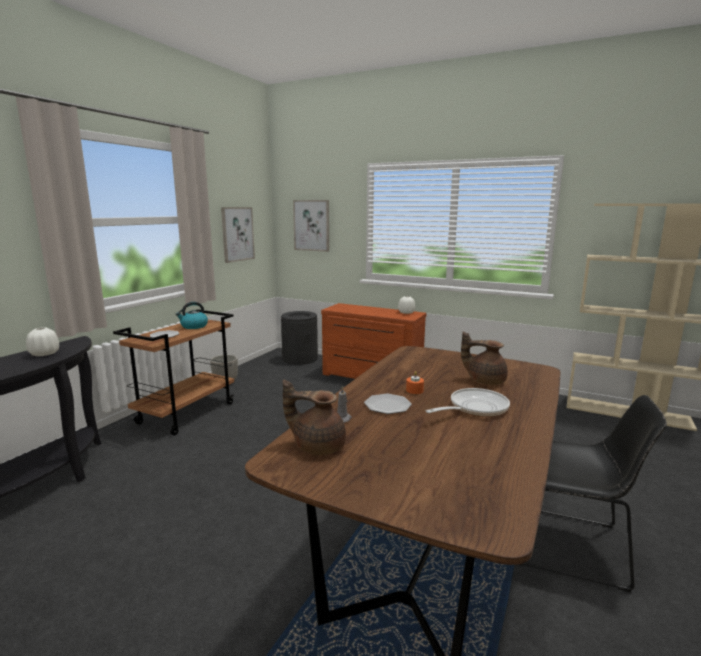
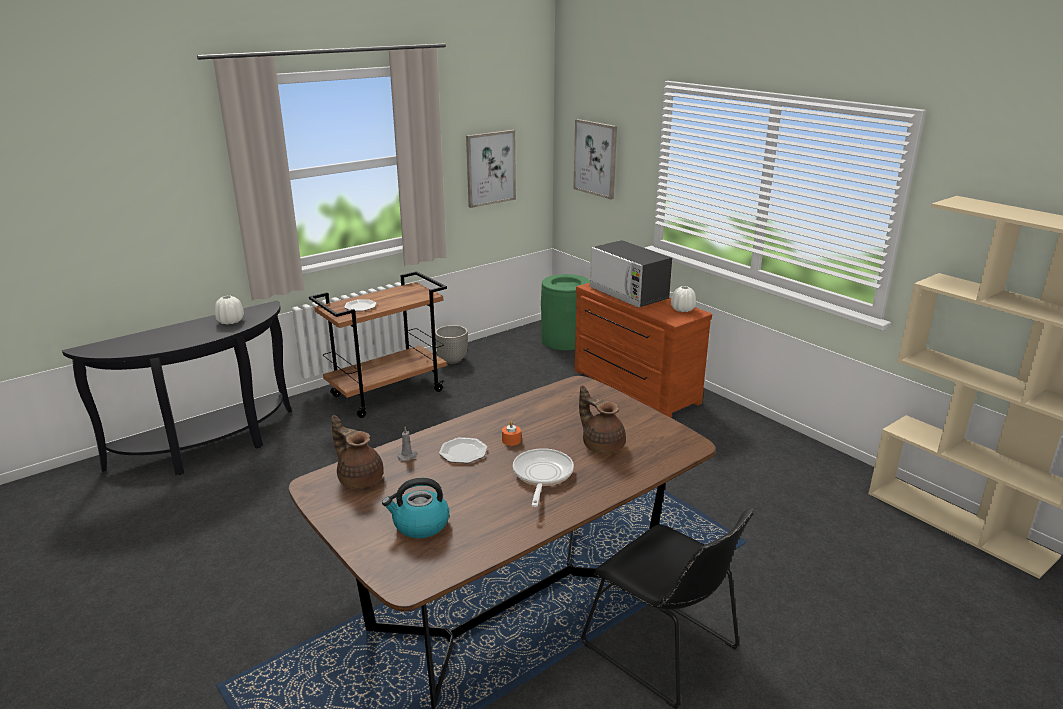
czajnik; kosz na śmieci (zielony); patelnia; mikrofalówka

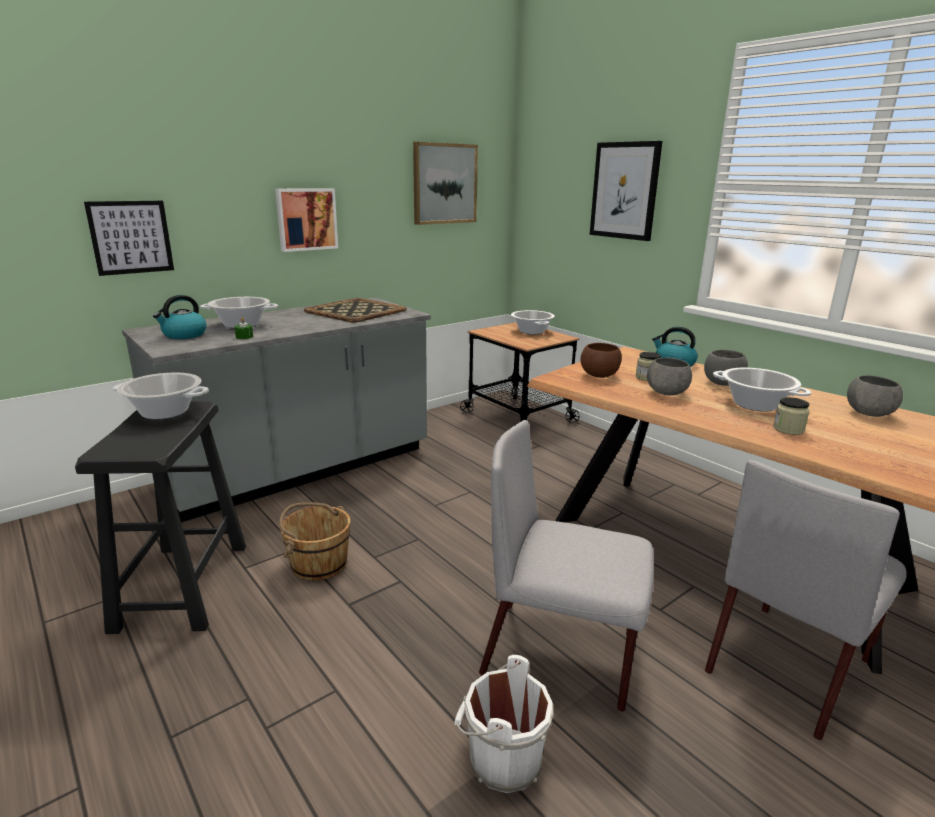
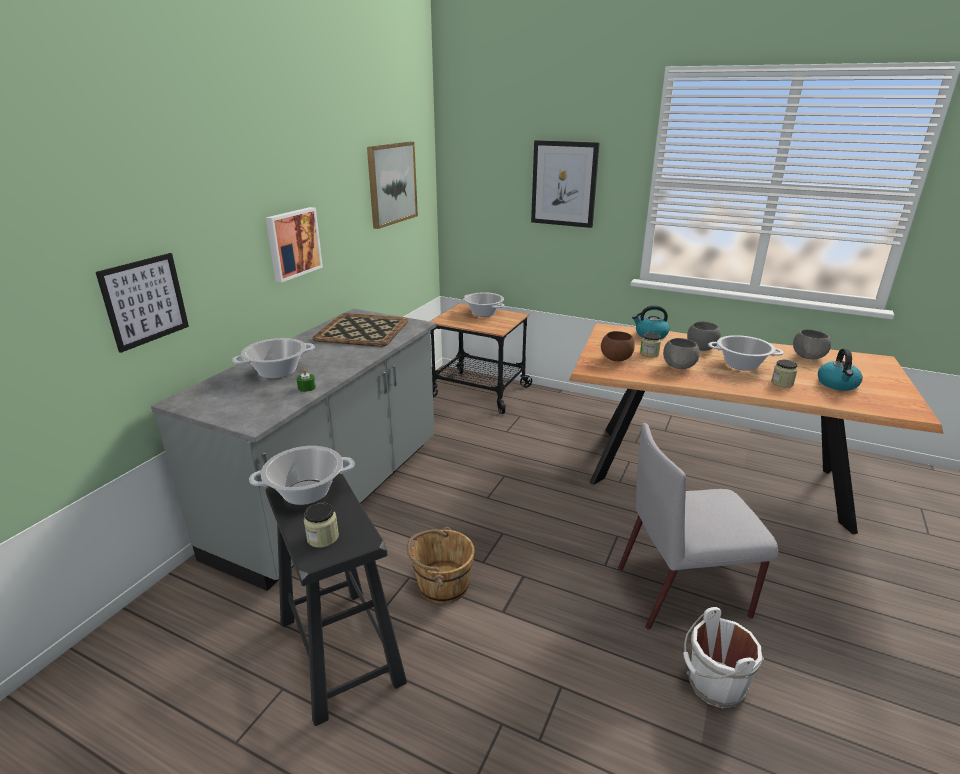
czajnik (2nd from left); krzesło (szary) (2nd from left in the first image); słoik (1st from left)

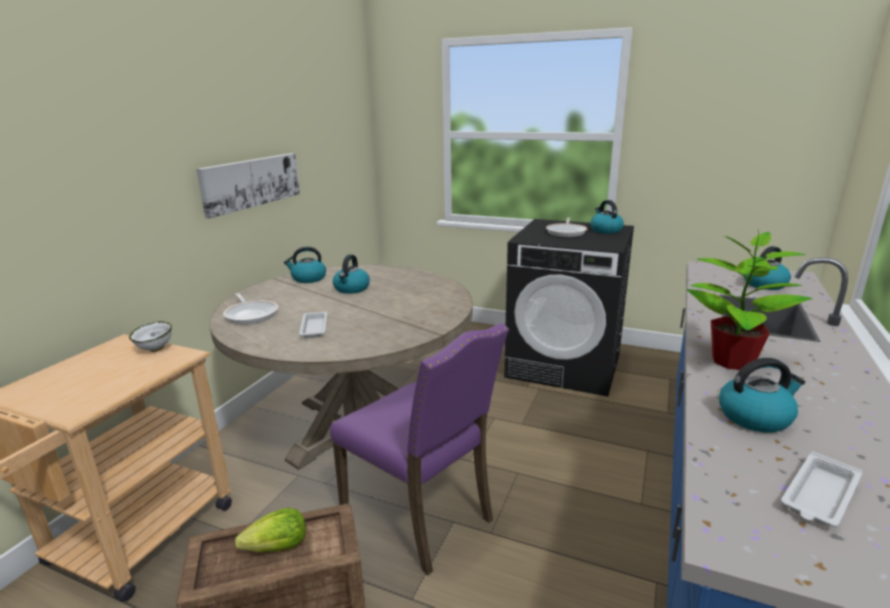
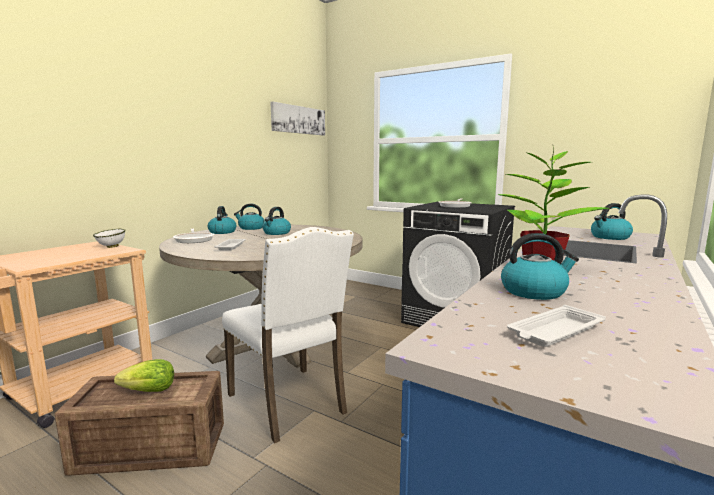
obraz; czajnik (1st from left); krzesło (biały)

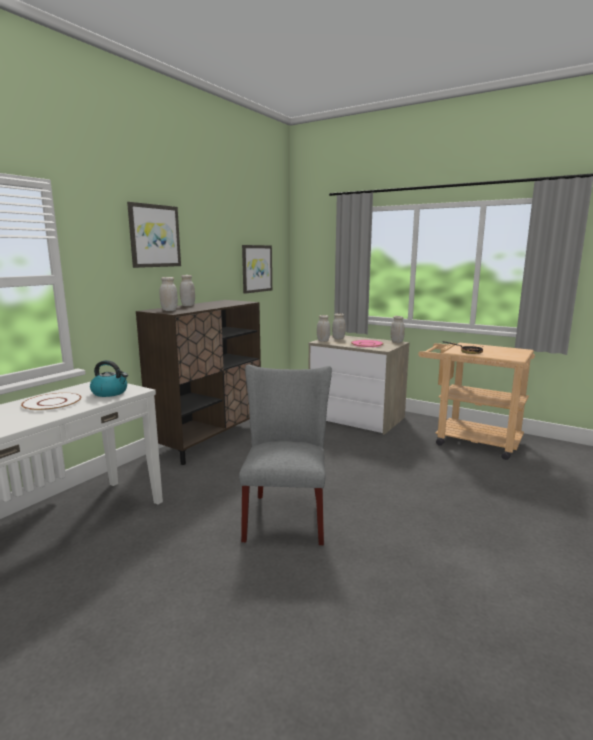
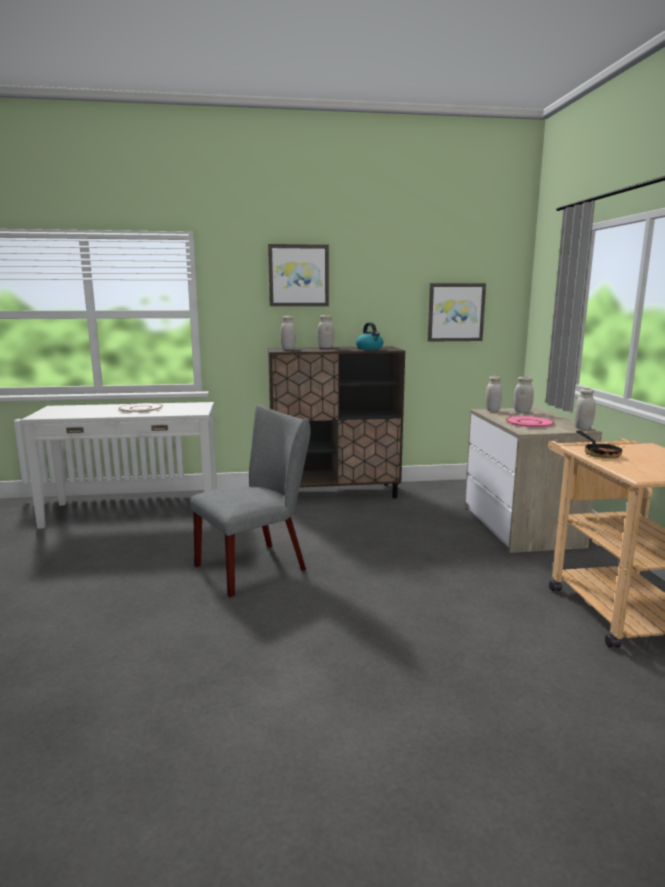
czajnik

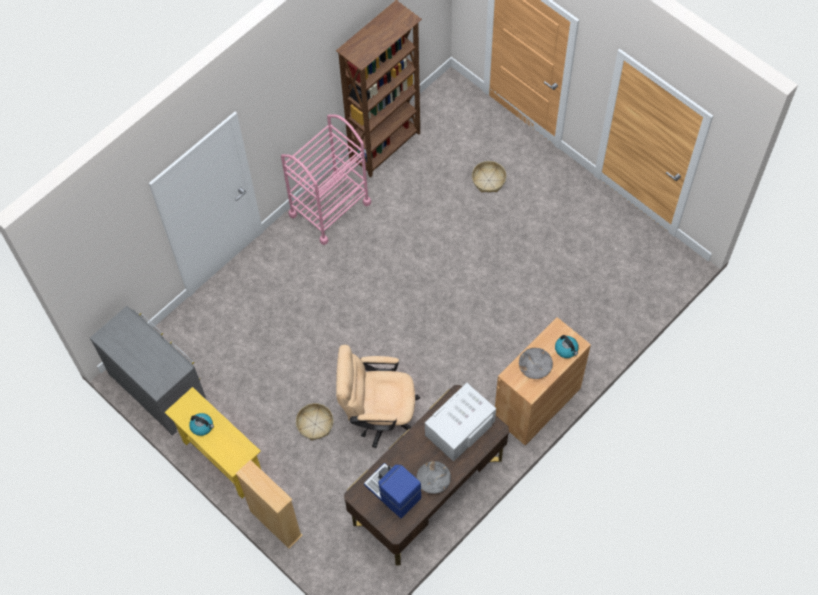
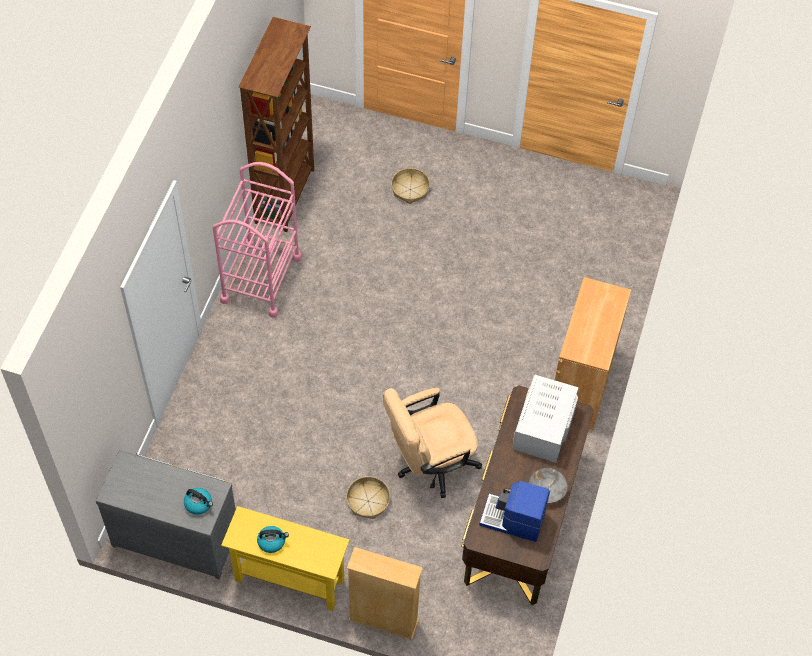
czajnik (1st from left); miska (szary) (2nd from left in the first image)

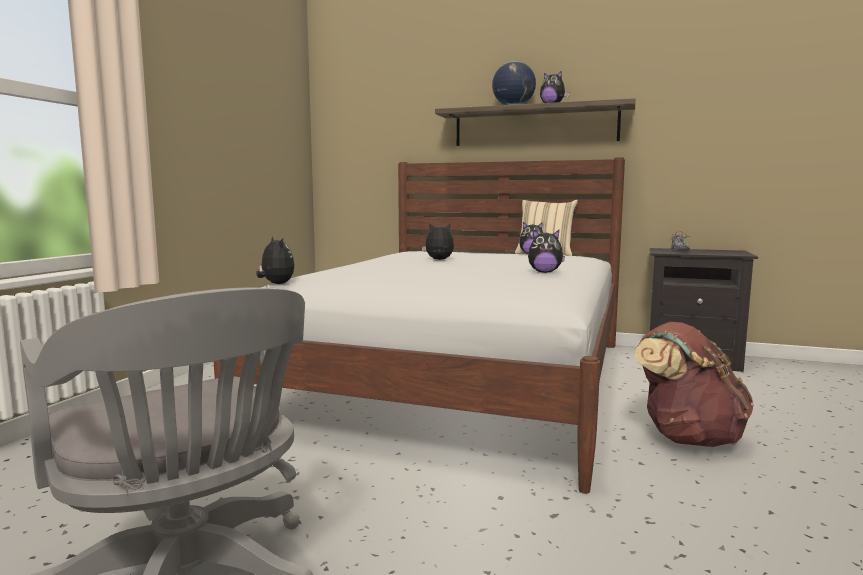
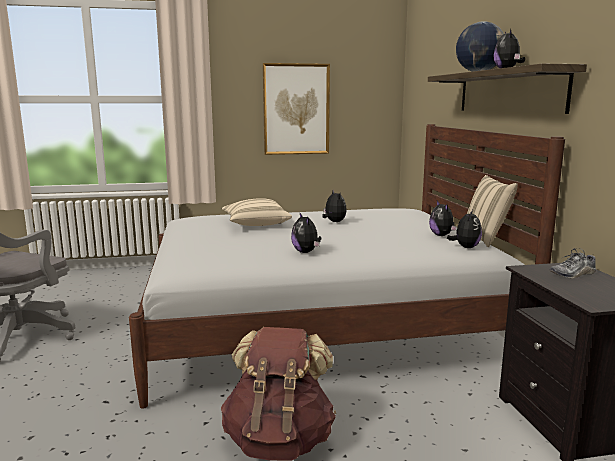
pluszak (4th from left); obraz; poduszka (beżowy) (1st from left)

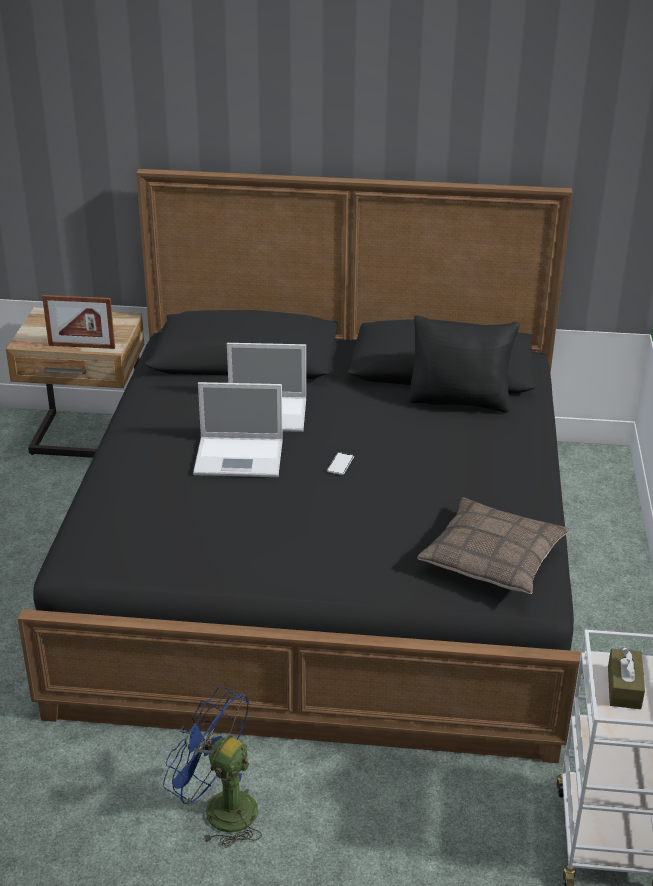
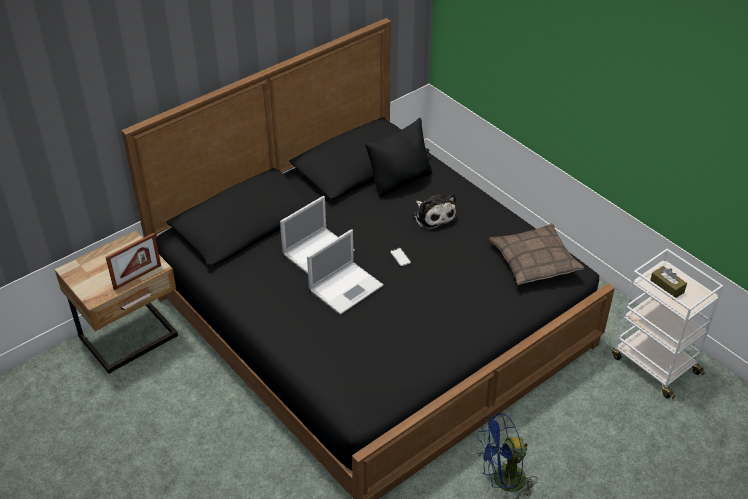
pluszak

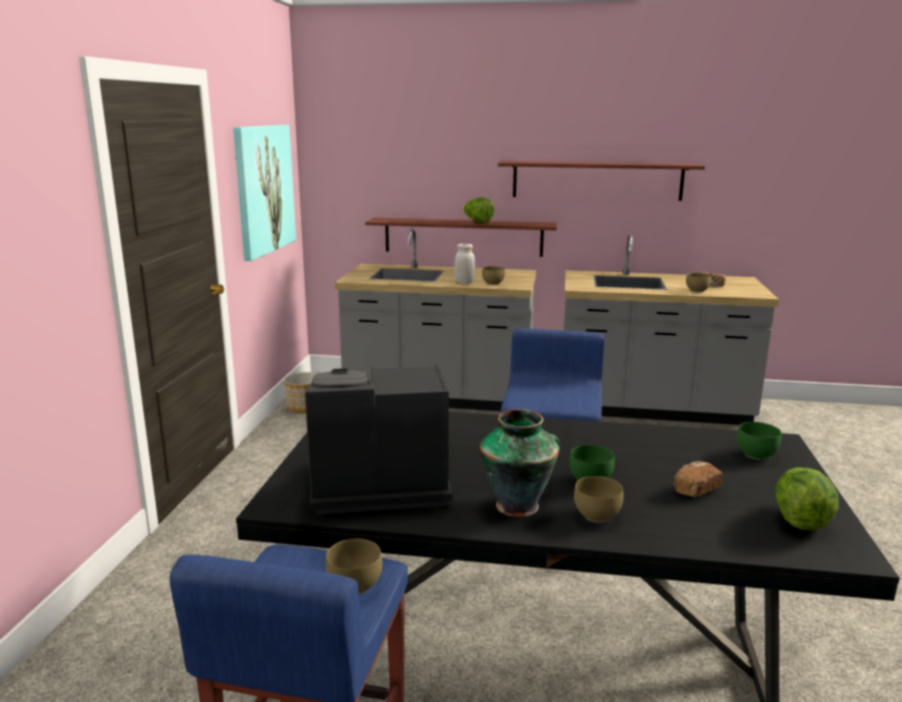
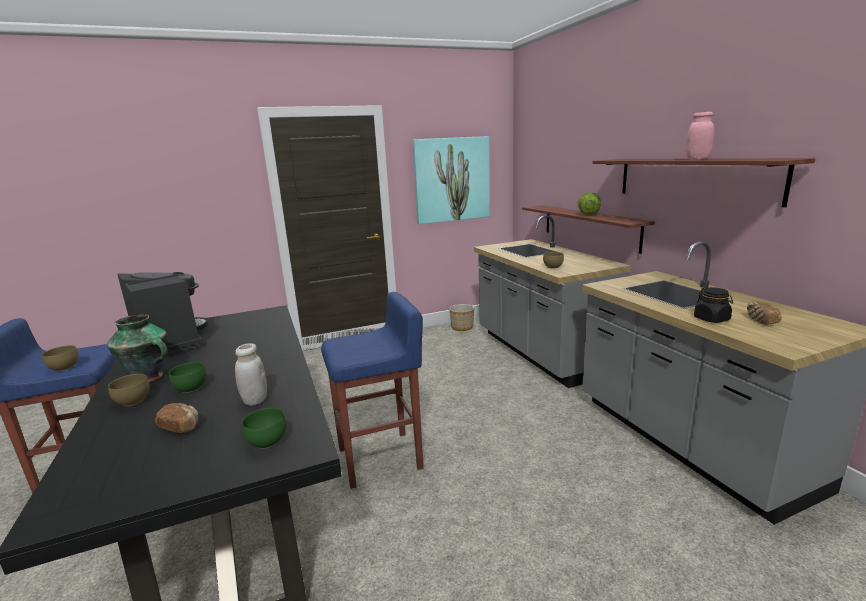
słoik (biały); słoik (czarny); sałata (2nd from left in the first image); słoik (różowy)

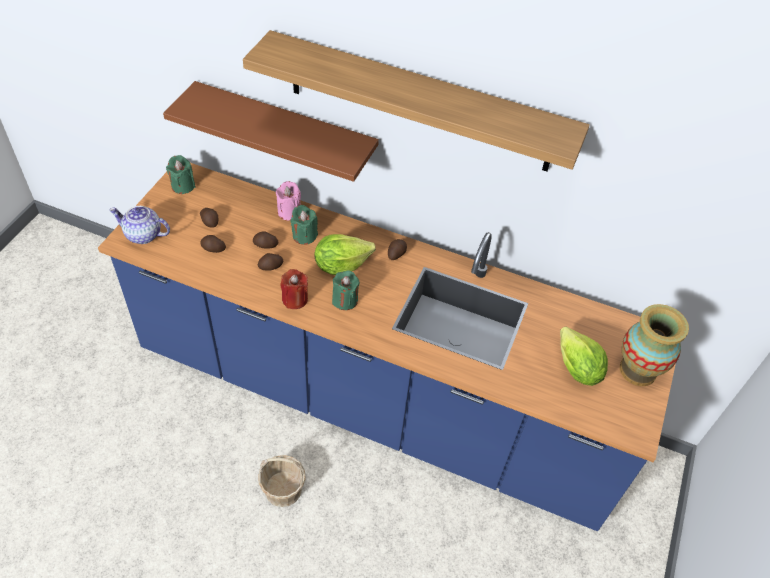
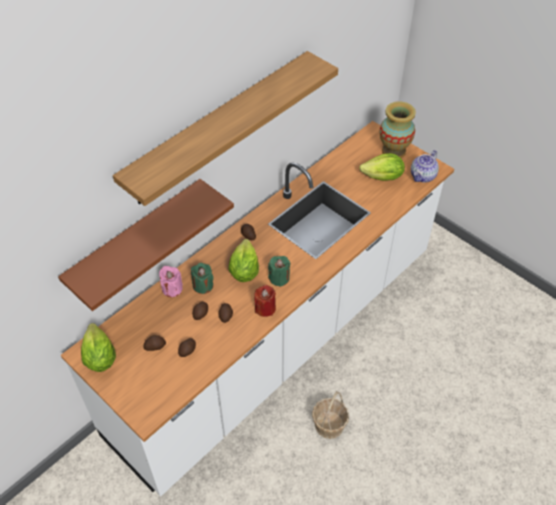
sałata (1st from left); zabudowa kuchenna (biały); imbryk

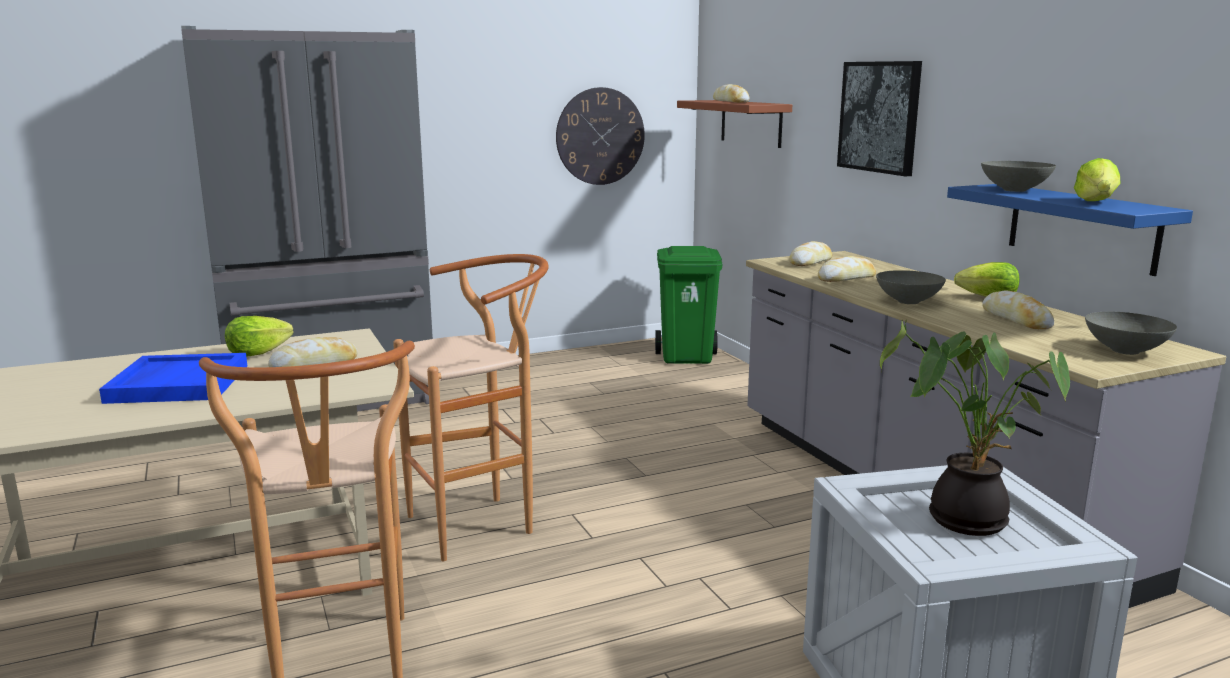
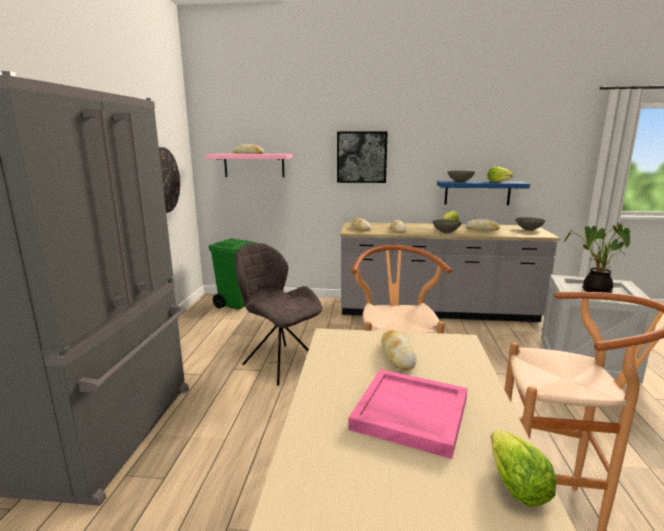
półka (różowy); sałata (3rd from left); taca (różowy); krzesło (szary)

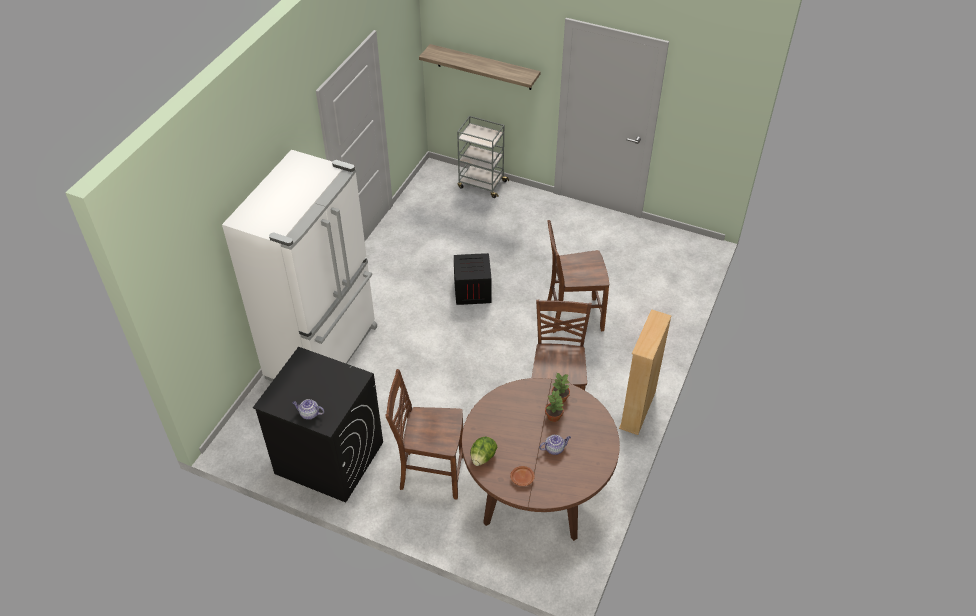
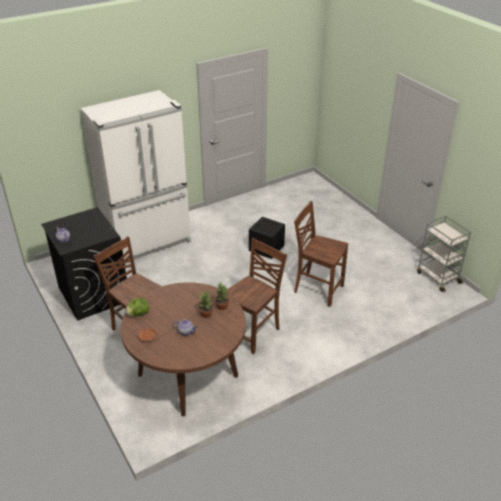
półka; wózek (szary); regał (beżowy)

